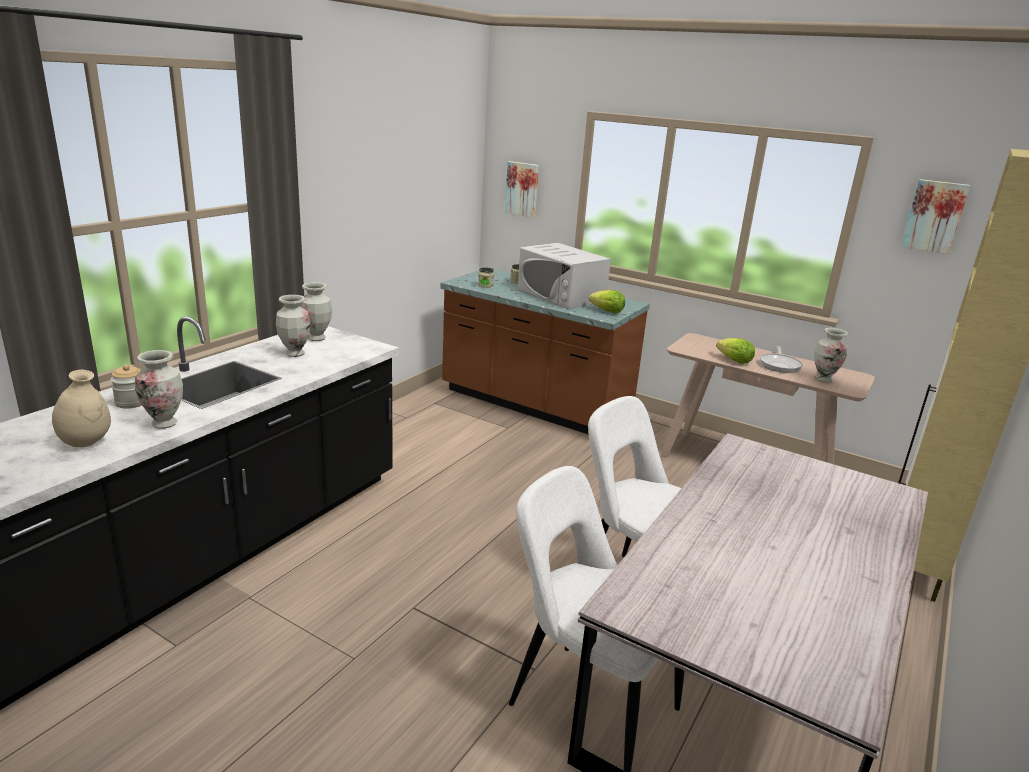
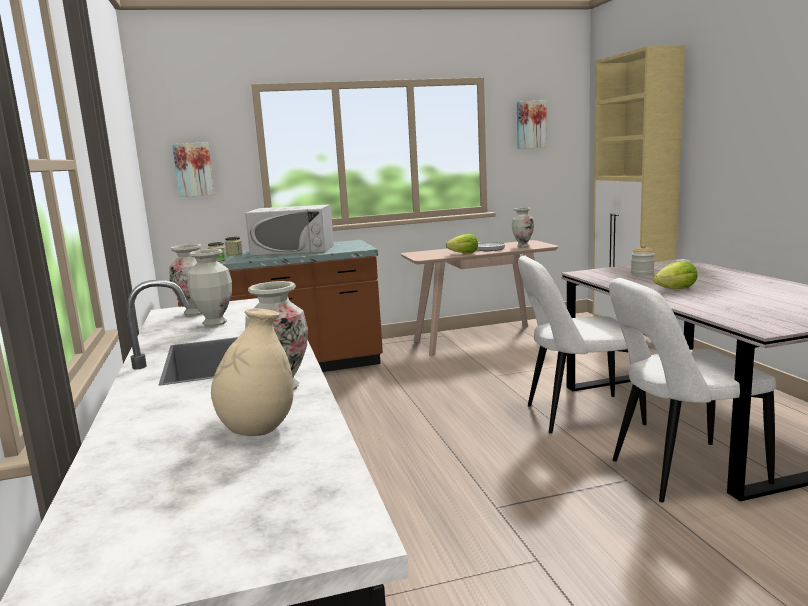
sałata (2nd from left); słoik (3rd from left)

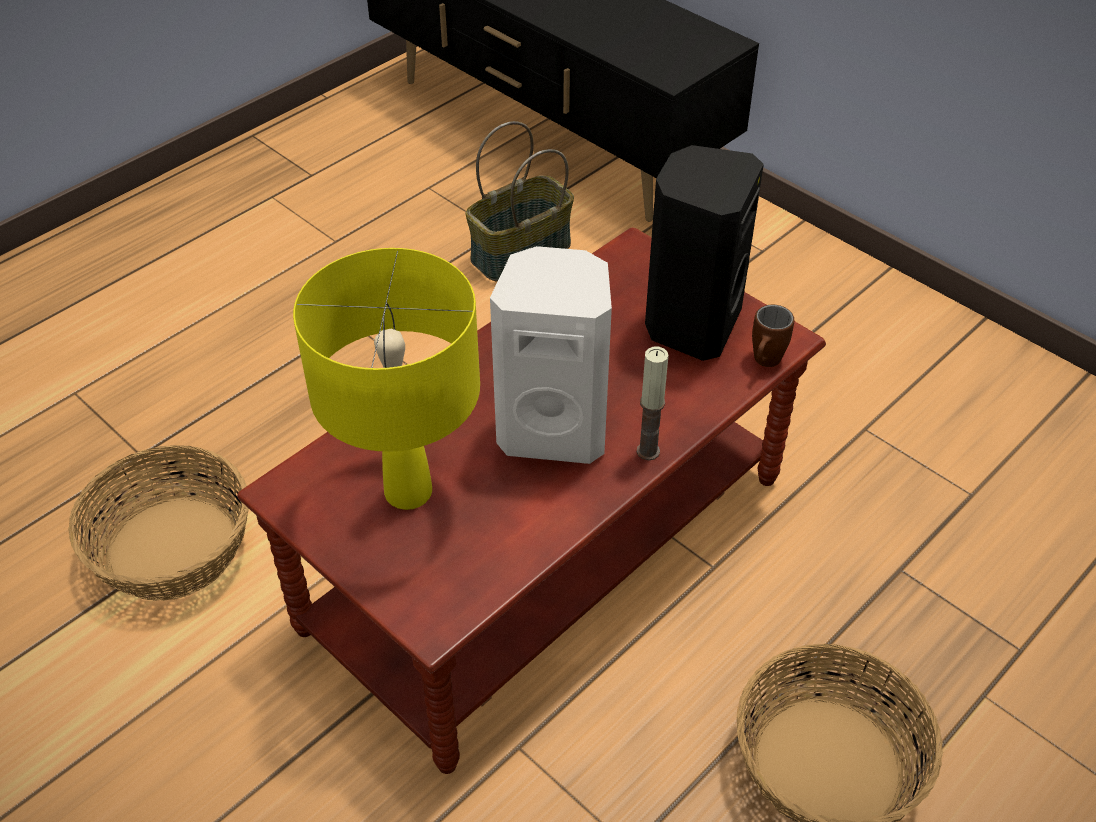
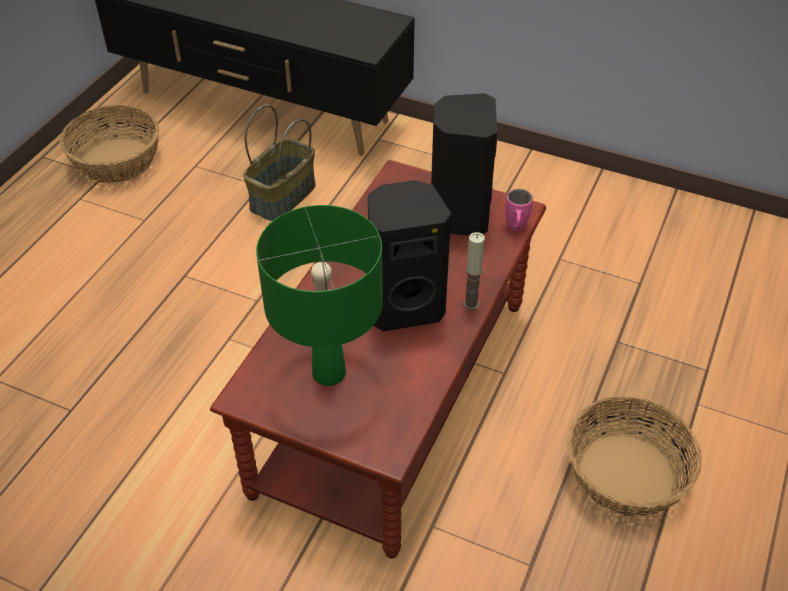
głośnik (czarny) (1st from left); lampa stołowa (zielony); kubek (różowy); koszyk (1st from left)

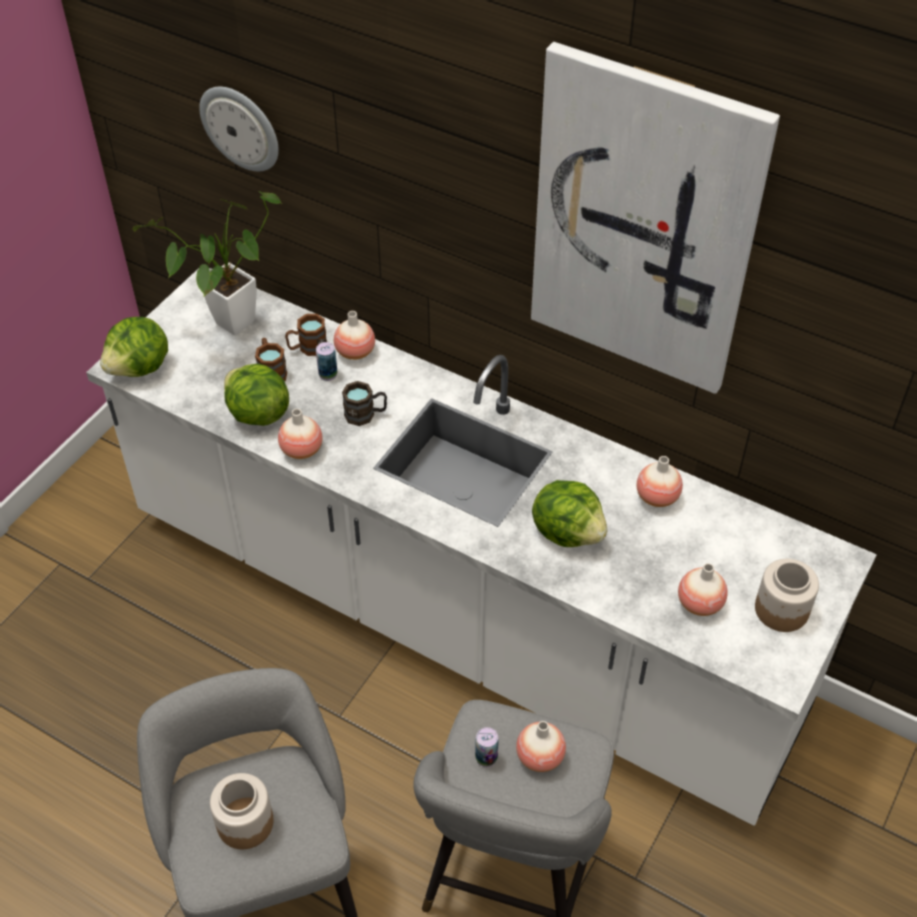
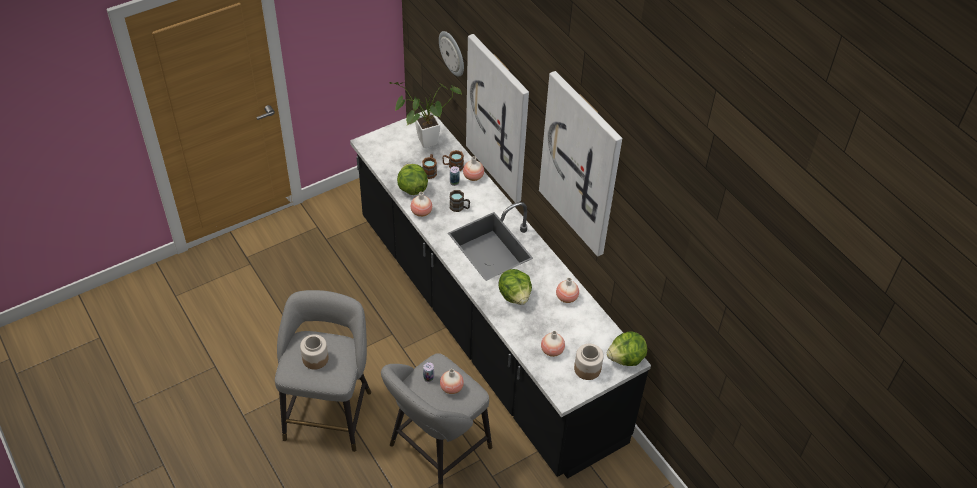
zabudowa kuchenna (czarny); sałata (3rd from left); obraz (1st from left)

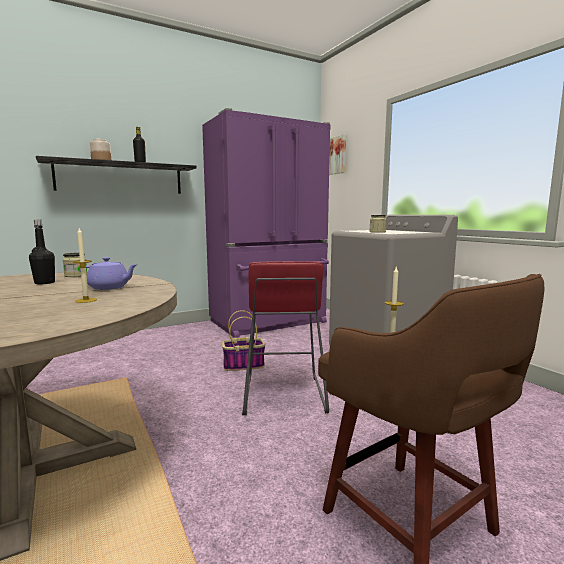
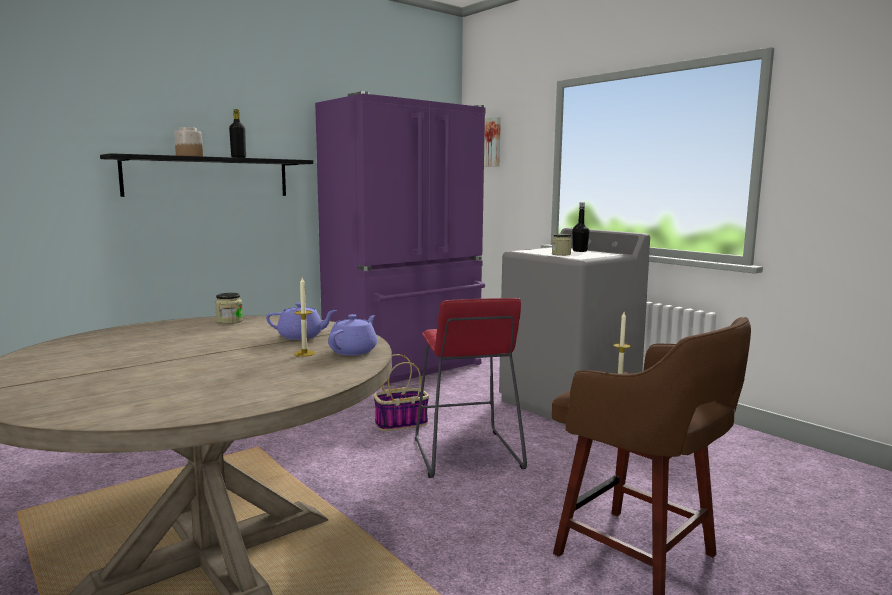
butelka (czarny) (2nd from left); imbryk (fioletowy) (2nd from left)

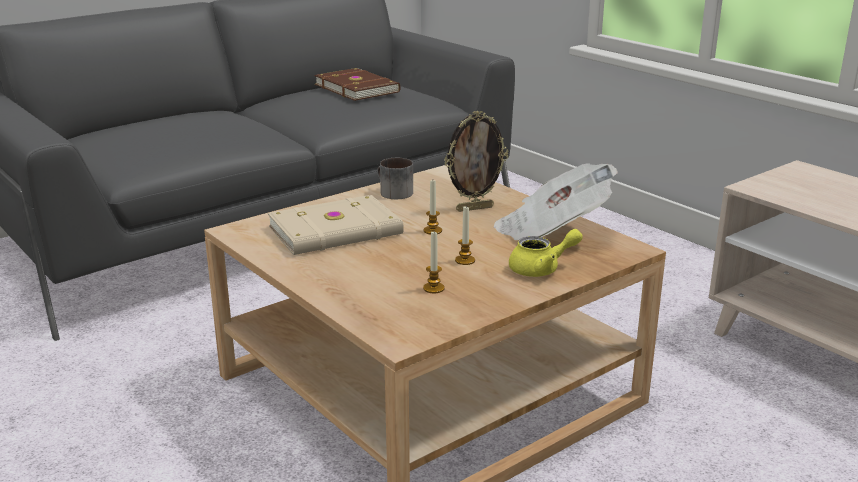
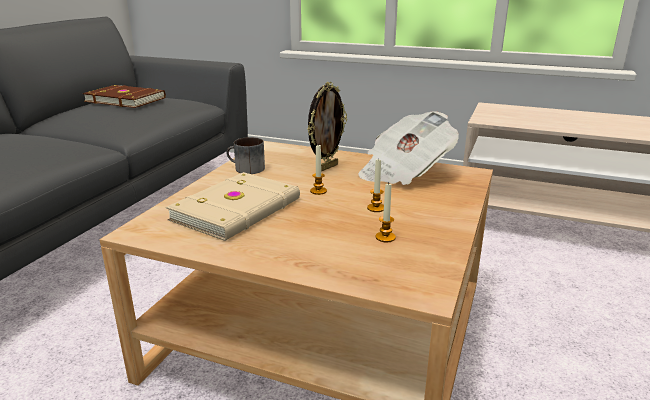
imbryk (żółty)

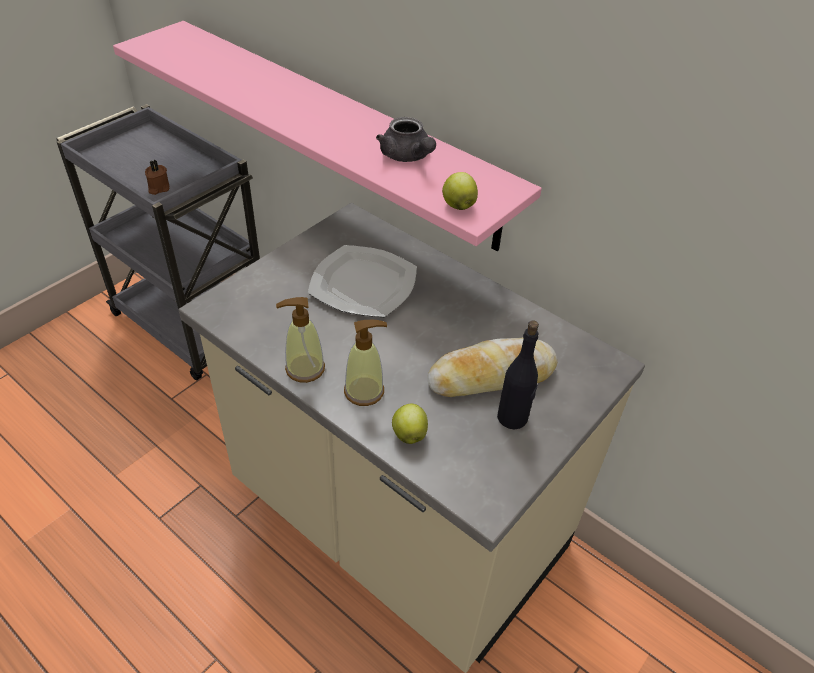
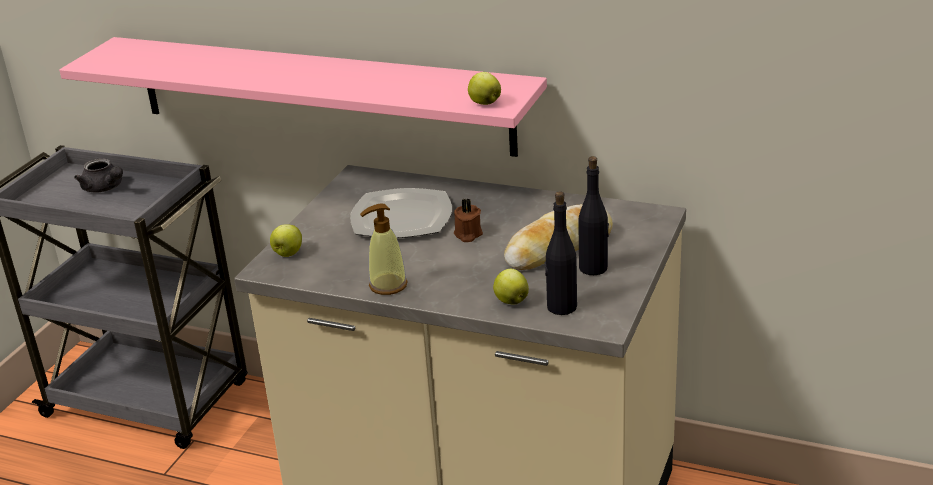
imbryk (szary); świeca (brązowy); dozownik mydła (2nd from left in the first image); butelka (czarny) (1st from left); jabłko (1st from left)

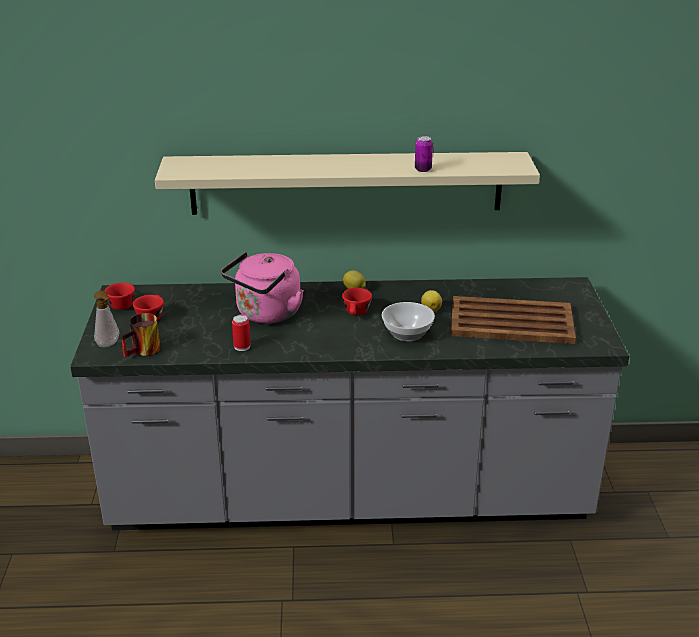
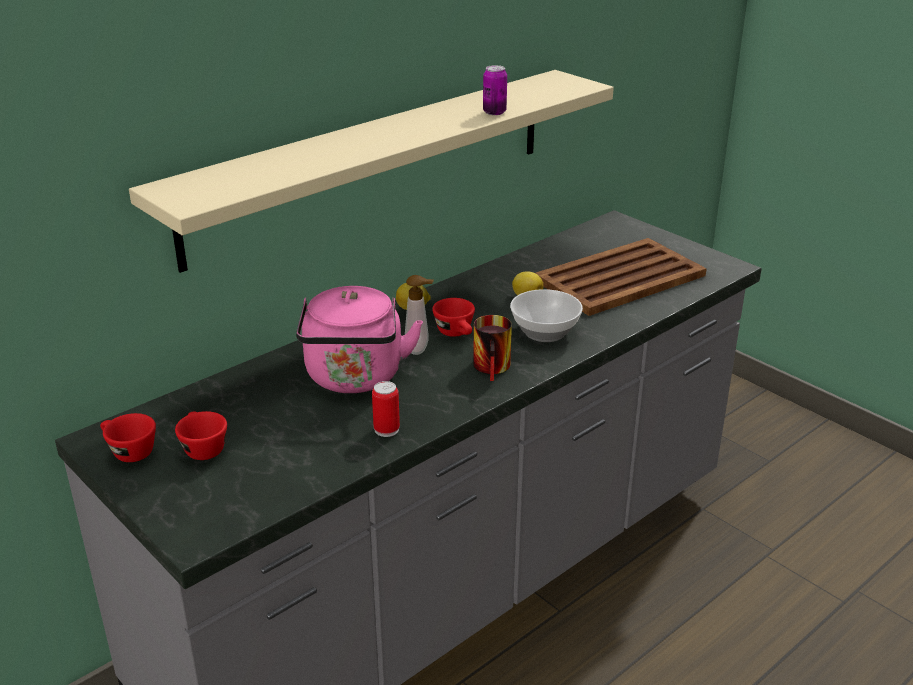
dozownik mydła; kubek

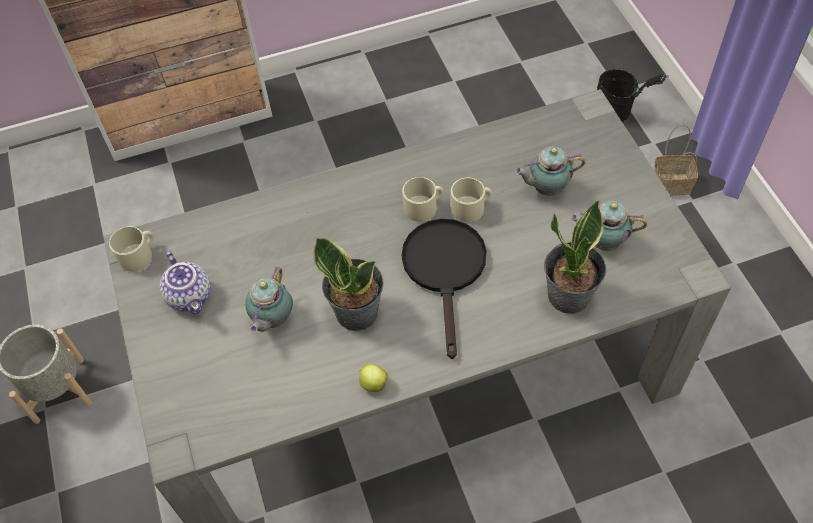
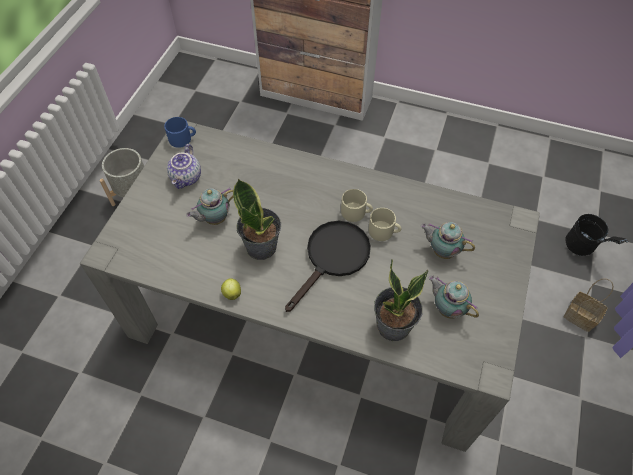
kubek (niebieski)

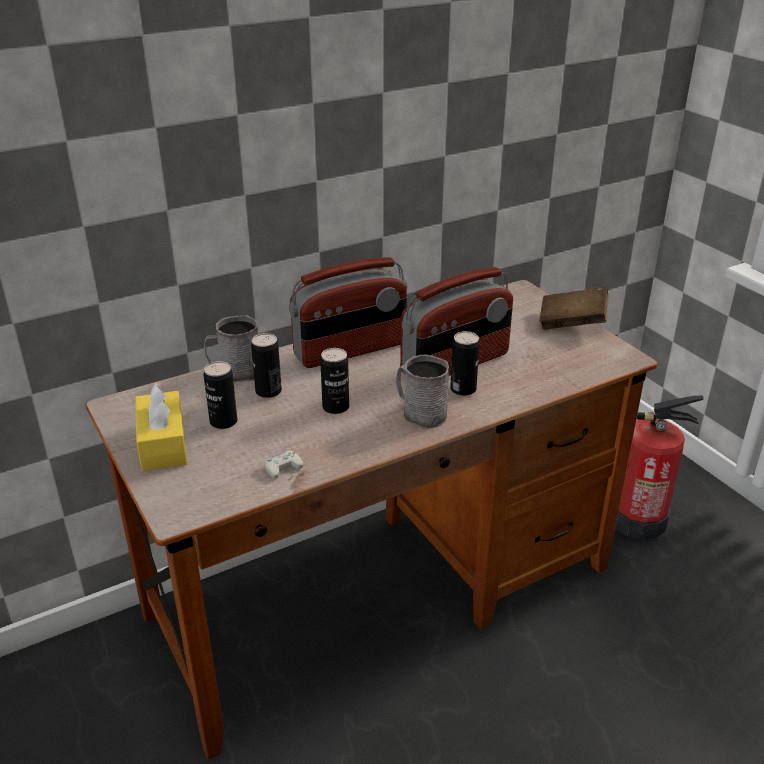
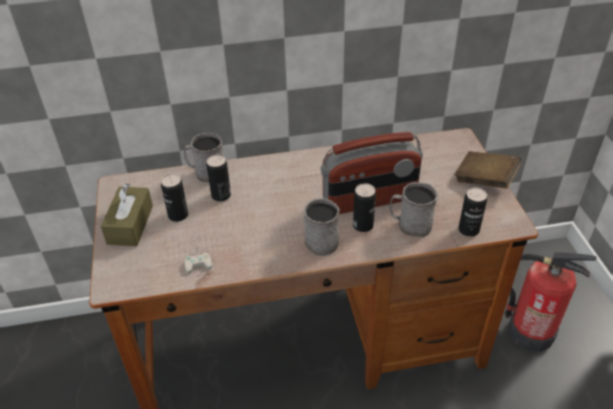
radio (1st from left in the first image); puszka (4th from left); pudełko chusteczek (brązowy); kubek (szary) (3rd from left)

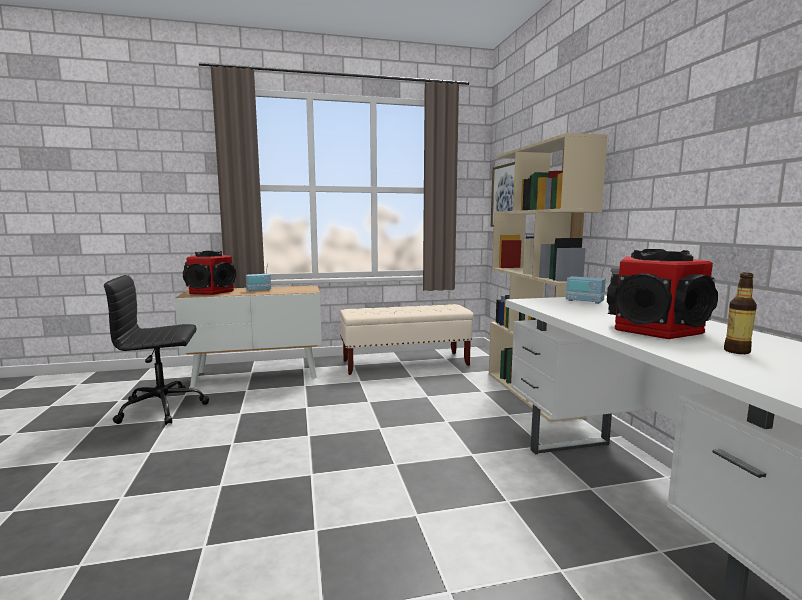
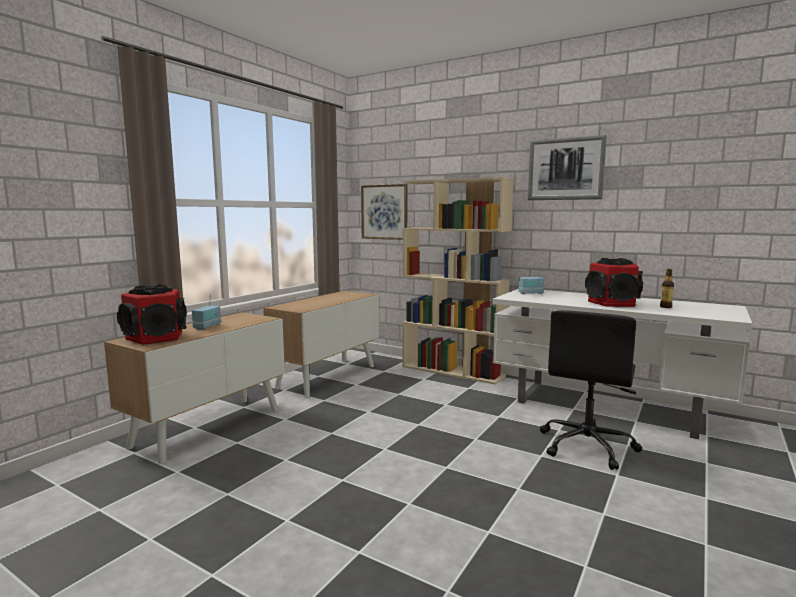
krzesło biurowe (czarny); szafka (2nd from left); obraz (2nd from left)

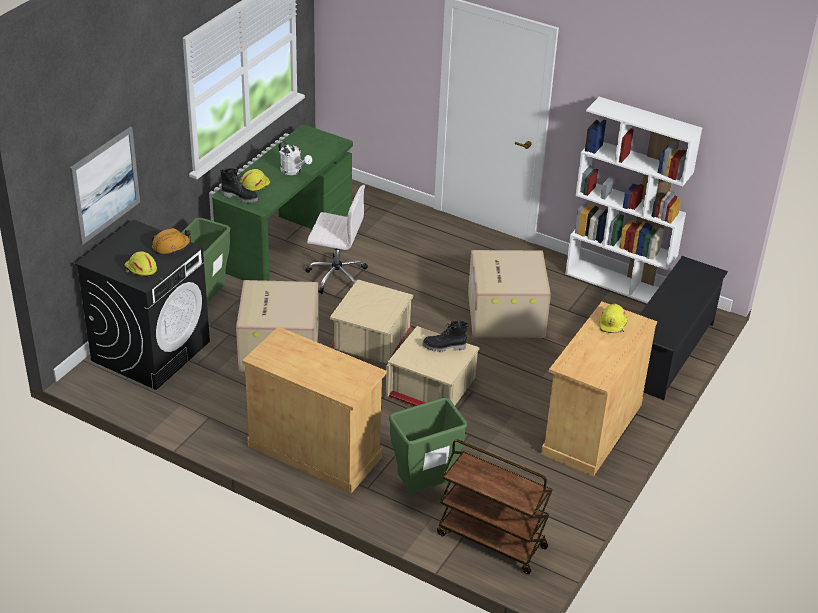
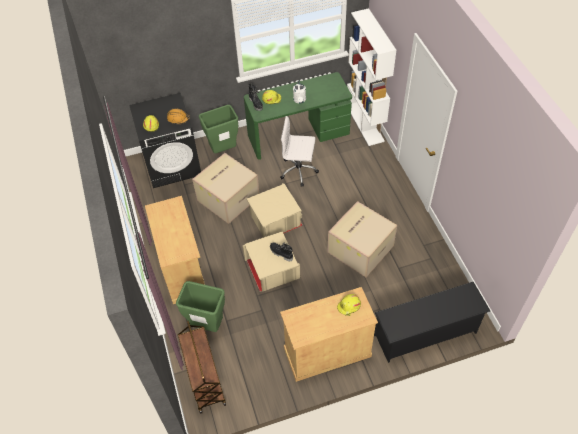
regał (biały); obraz; krzesło biurowe (biały)

